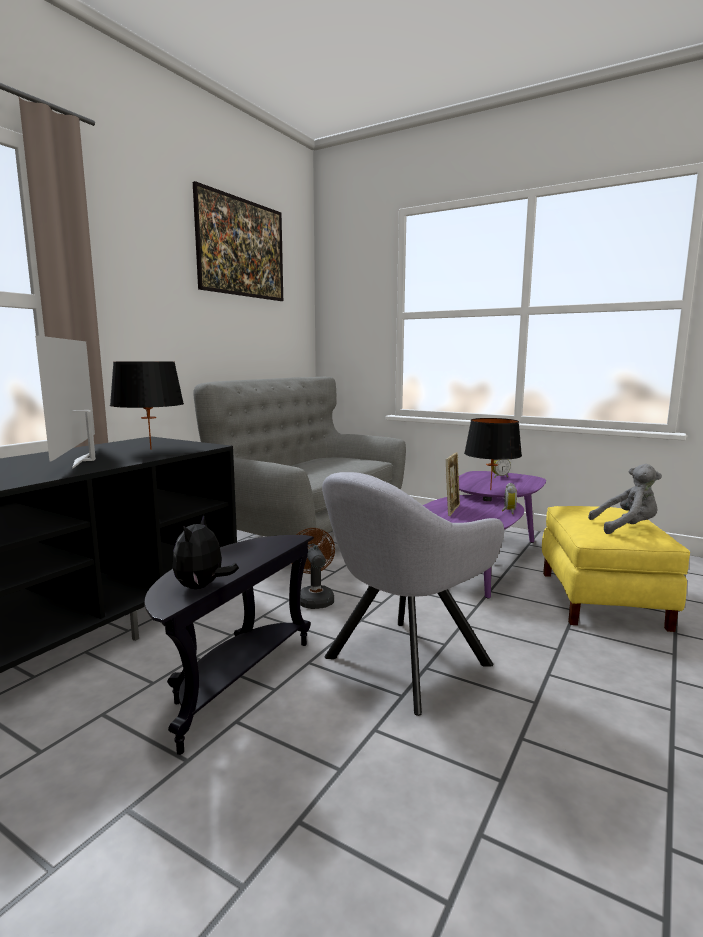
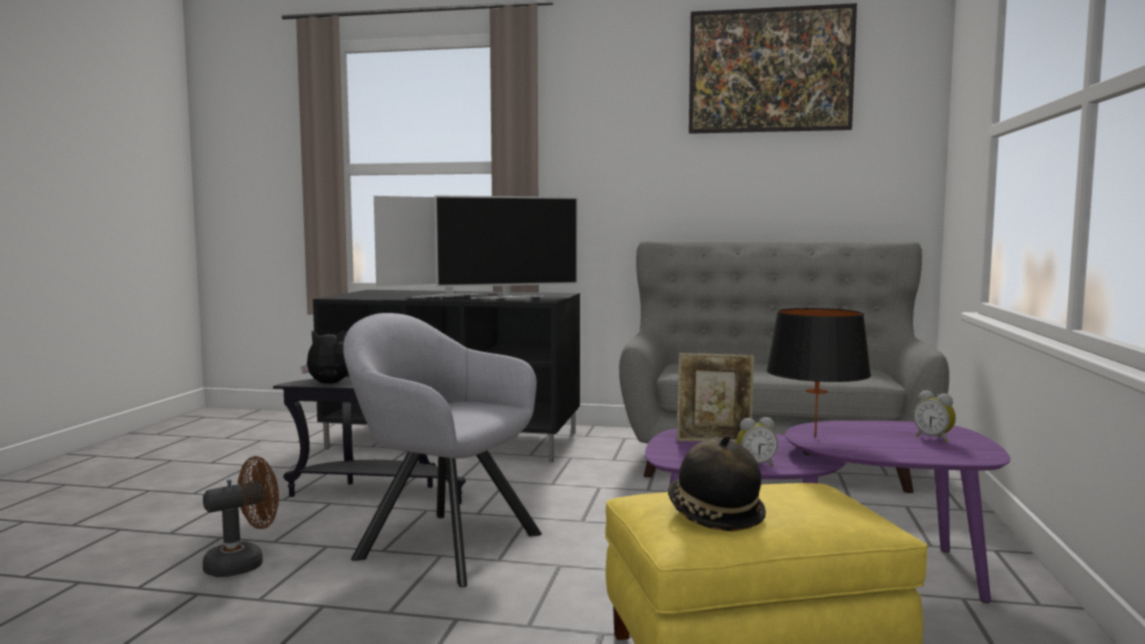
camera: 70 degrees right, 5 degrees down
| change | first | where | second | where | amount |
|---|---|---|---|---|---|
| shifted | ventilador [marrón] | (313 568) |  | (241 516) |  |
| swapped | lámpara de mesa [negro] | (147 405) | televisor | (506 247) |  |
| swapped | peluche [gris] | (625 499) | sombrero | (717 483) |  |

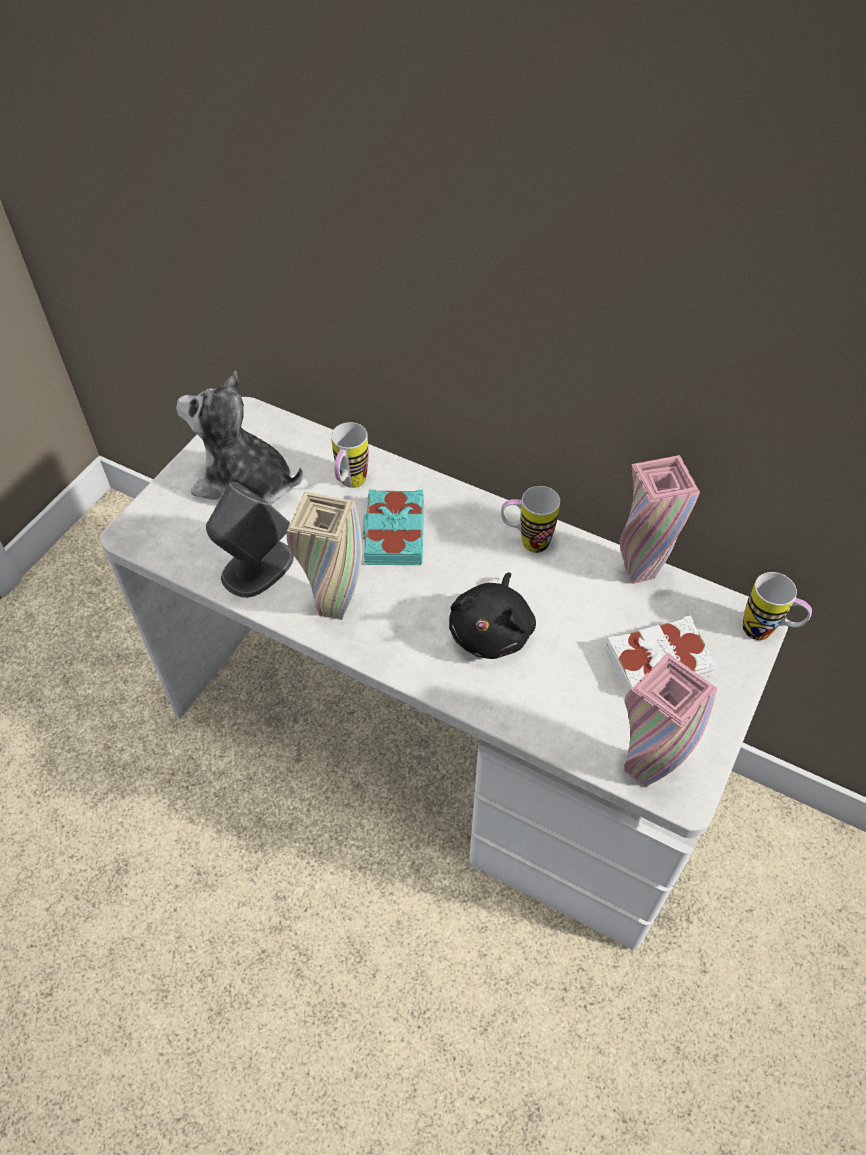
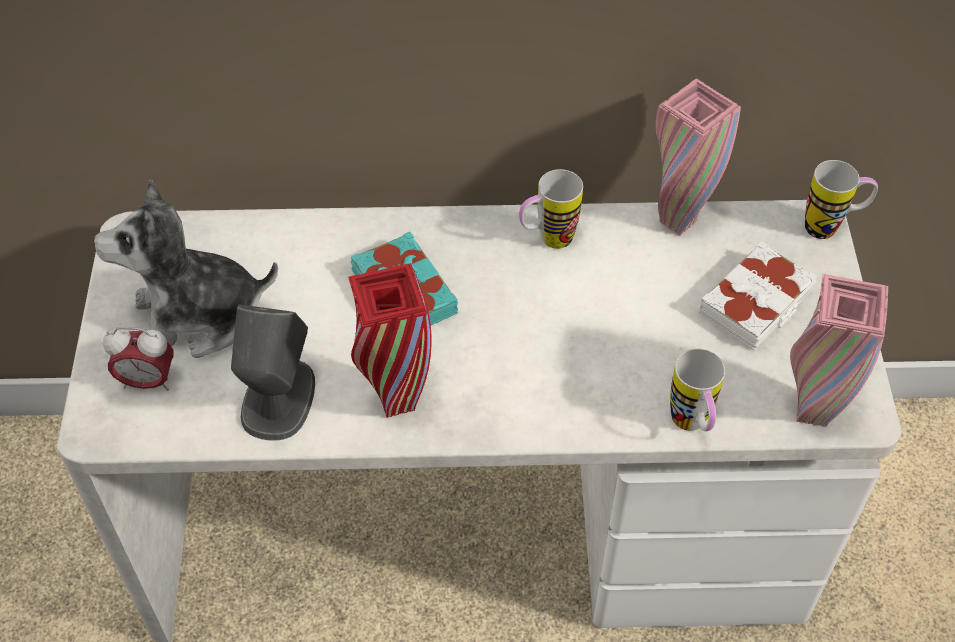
camera: 30 degrees left, 0 degrees up
| change | first | where | second | where | amount |
|---|---|---|---|---|---|
| new |  |  | despertador | (138 359) |  |
| repainted | florero [beis] | (324 556) | florero [rojo] | (390 340) |  |
| shifted | taza grande | (349 455) |  | (697 390) |  |
| gone | peluche [negro] | (492 616) |  |  |  |

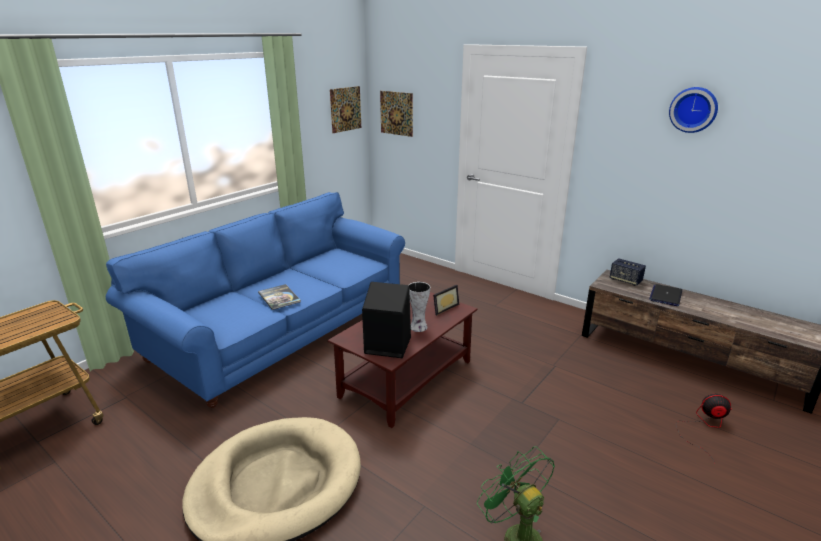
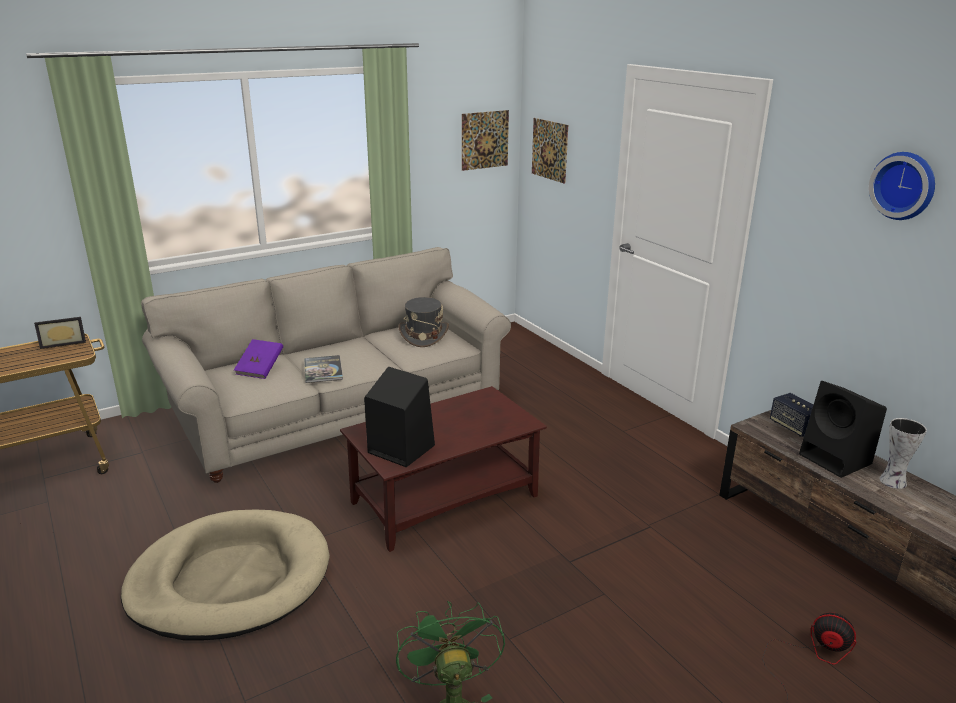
camera: 20 degrees right, 0 degrees up
| change | first | where | second | where | amount |
|---|---|---|---|---|---|
| shifted | portarretratos | (446 300) |  | (60 333) |  |
| repainted | sofá [azul] | (255 300) | sofá [beis] | (326 365) |  |
| new |  |  | libro [morado] | (258 359) |  |
| new |  |  | sombrero [gris] | (423 322) |  |
| swapped | portátil | (665 295) | altavoz [negro] | (843 429) |  |
| shifted | florero | (419 307) |  | (903 453) |  |

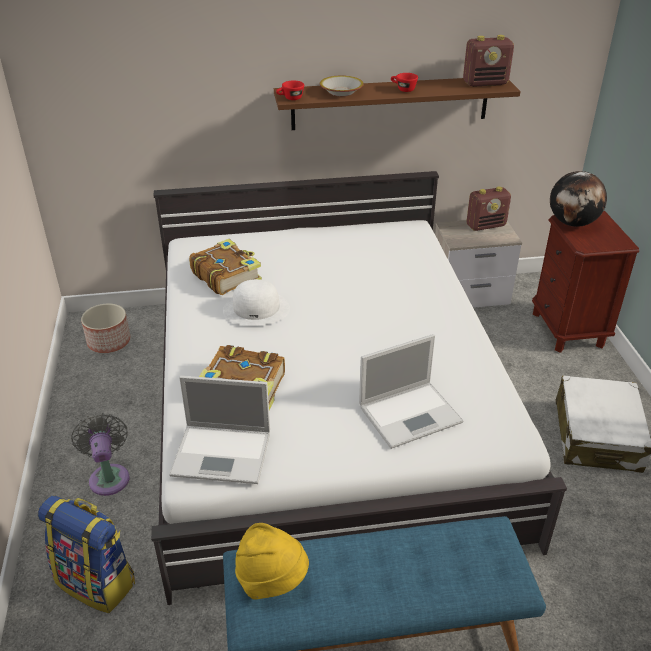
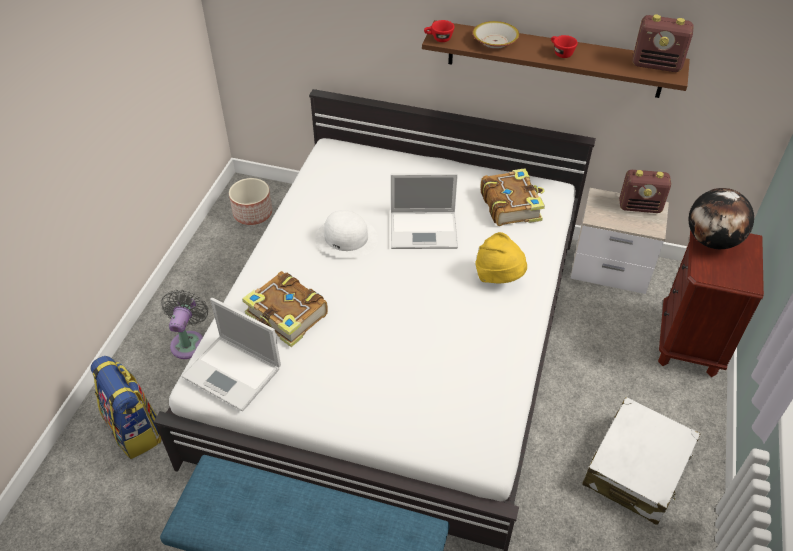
camera: 25 degrees right, 10 degrees up
| change | first | where | second | where | amount |
|---|---|---|---|---|---|
| shifted | portátil | (411 391) |  | (424 211) |  |
| shifted | sombrero [amarillo] | (272 561) |  | (501 257) |  |
| shifted | libro | (225 267) |  | (513 197) |  |

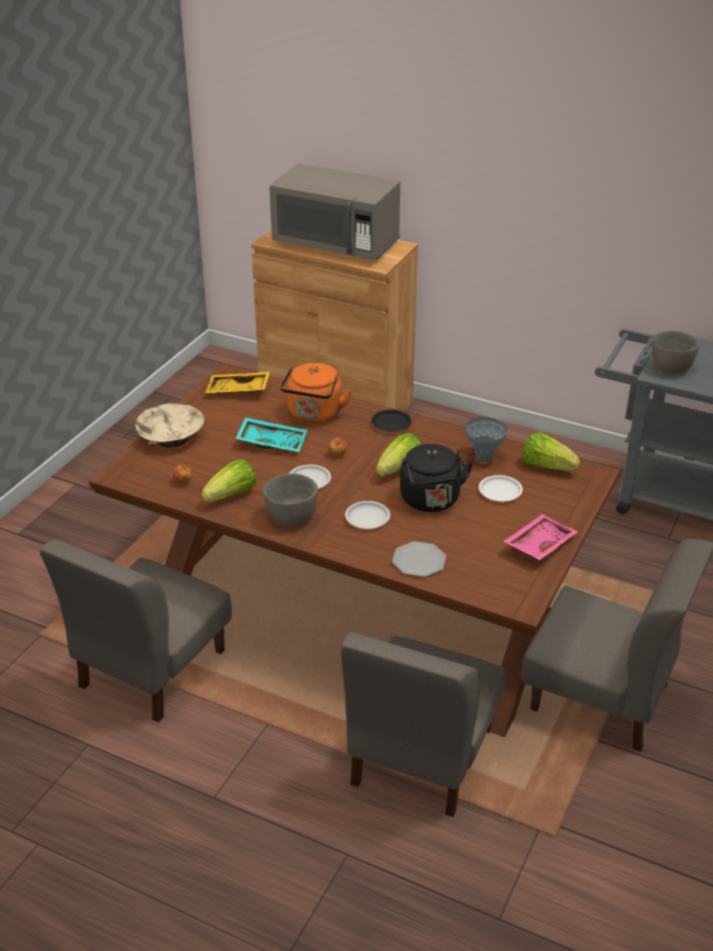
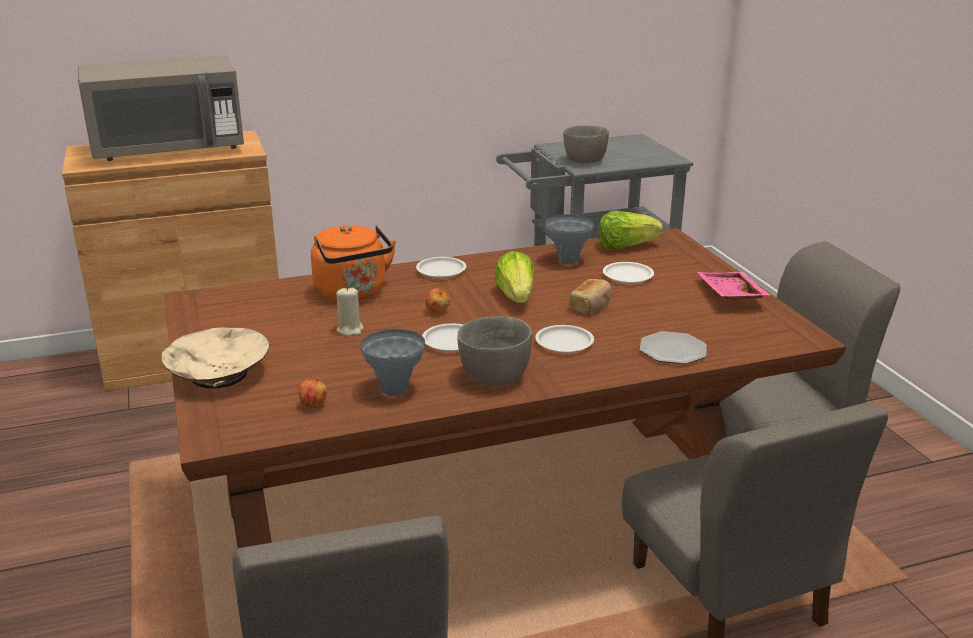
camera: 45 degrees left, 10 degrees down
| change | first | where | second | where | amount |
|---|---|---|---|---|---|
| swapped | bandeja [turquesa] | (271 434) | vela [beis] | (350 311) |  |
| swapped | lechuga | (229 481) | florero [gris] | (393 362) |  |
| repainted | plato [negro] | (391 421) | plato [blanco] | (441 267) |  |
| swapped | hervidor [negro] | (436 478) | pan | (590 297) |  |
| gone | bandeja [amarillo] | (237 382) |  |  |  |

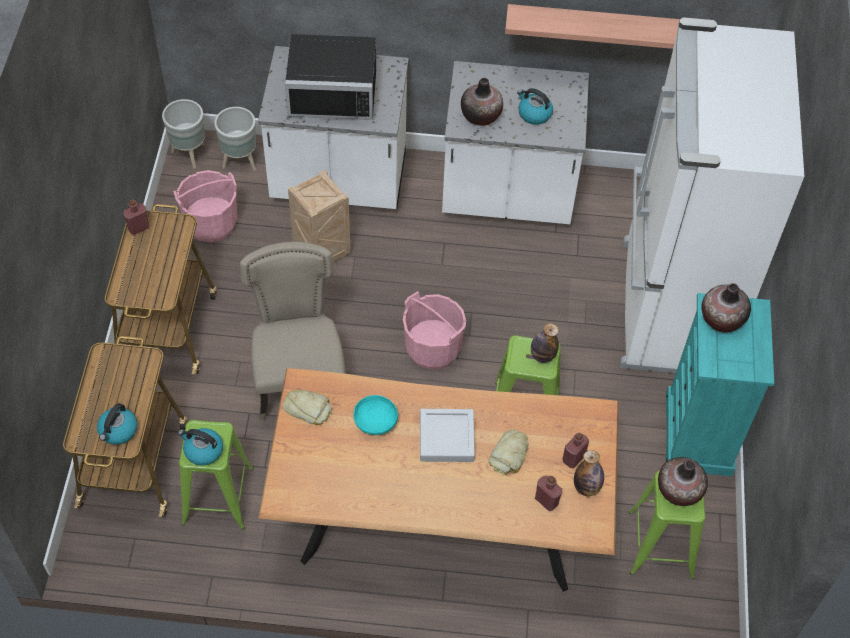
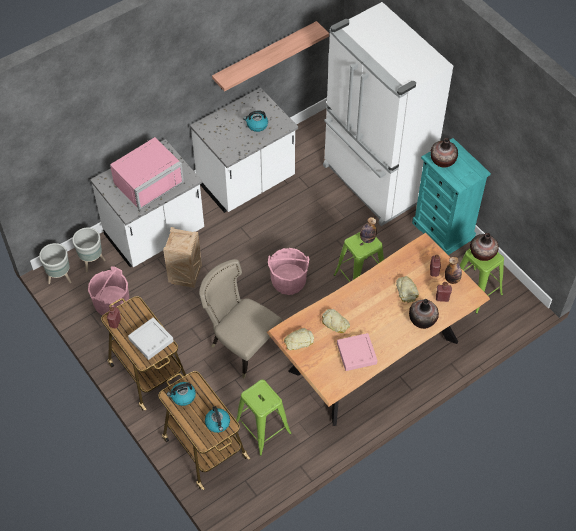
camera: 40 degrees left, 0 degrees up
| change | first | where | second | where | amount |
|---|---|---|---|---|---|
| repainted | microondas [negro] | (330 77) | microondas [rosa] | (147 173) |  |
| shifted | bandeja [gris] | (447 435) |  | (151 339) |  |
| shifted | hervidor | (200 447) |  | (181 394) |  |
| swapped | cuenco [turquesa] | (375 415) | pan | (336 321) |  |
| new |  |  | bandeja [rosa] | (357 352) |  |
| shifted | florero | (482 102) |  | (424 314) |  |

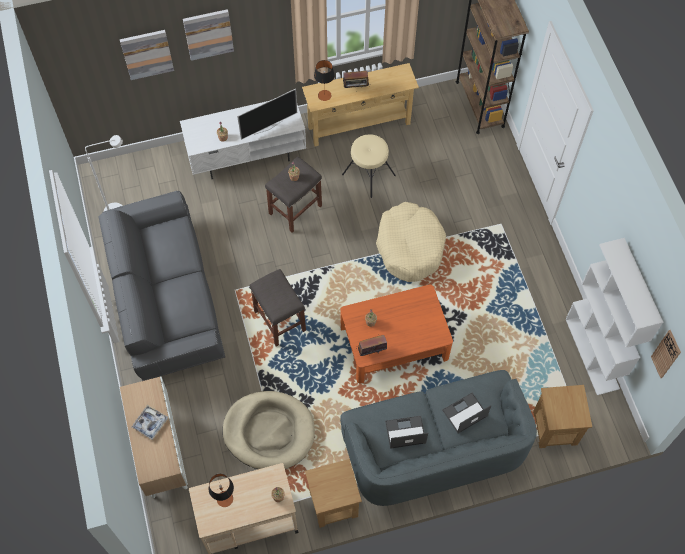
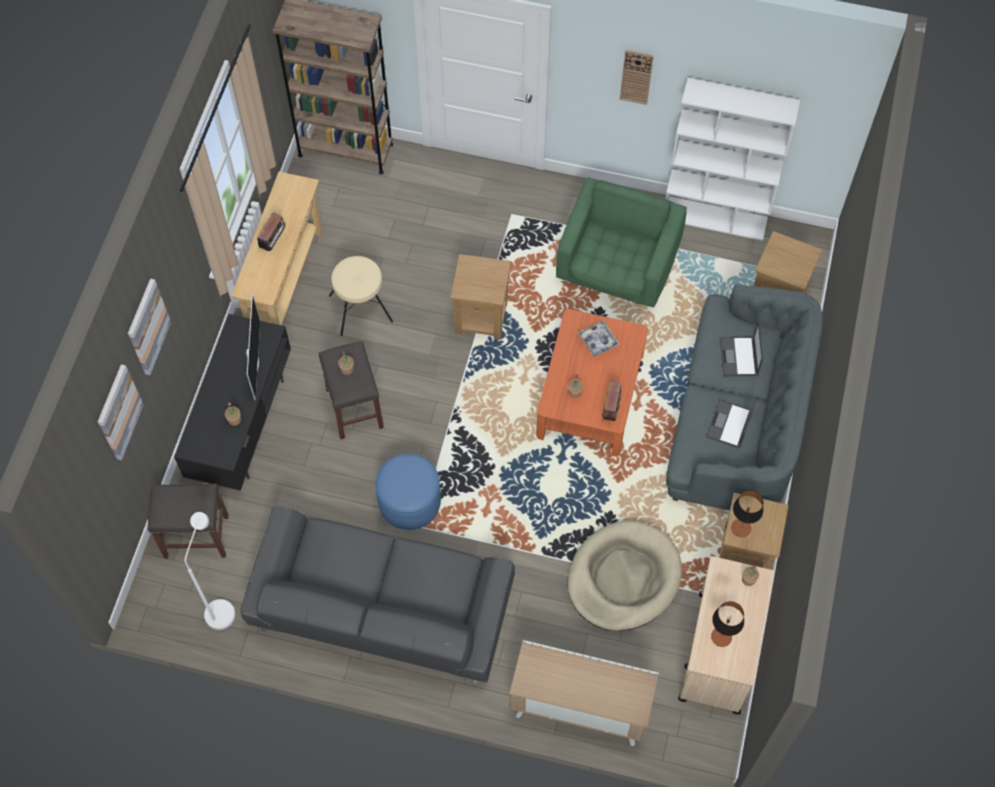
camera: 60 degrees left, 0 degrees up
| change | first | where | second | where | amount |
|---|---|---|---|---|---|
| shifted | taburete [gris] | (278 307) |  | (188 521) |  |
| repainted | mueble de televisión [blanco] | (243 140) | mueble de televisión [negro] | (232 402) |  |
| new |  |  | puf [azul] | (408 492) |  |
| swapped | cama para perro [beis] | (411 242) | mesa auxiliar [marrón] | (480 296) |  |
| new |  |  | sillón [verde] | (621 242) |  |
| shifted | bandeja | (150 422) |  | (598 338) |  |
| shifted | reloj de pared | (666 354) |  | (637 77) |  |
| shifted | lámpara de mesa | (324 80) |  | (747 513) |  |

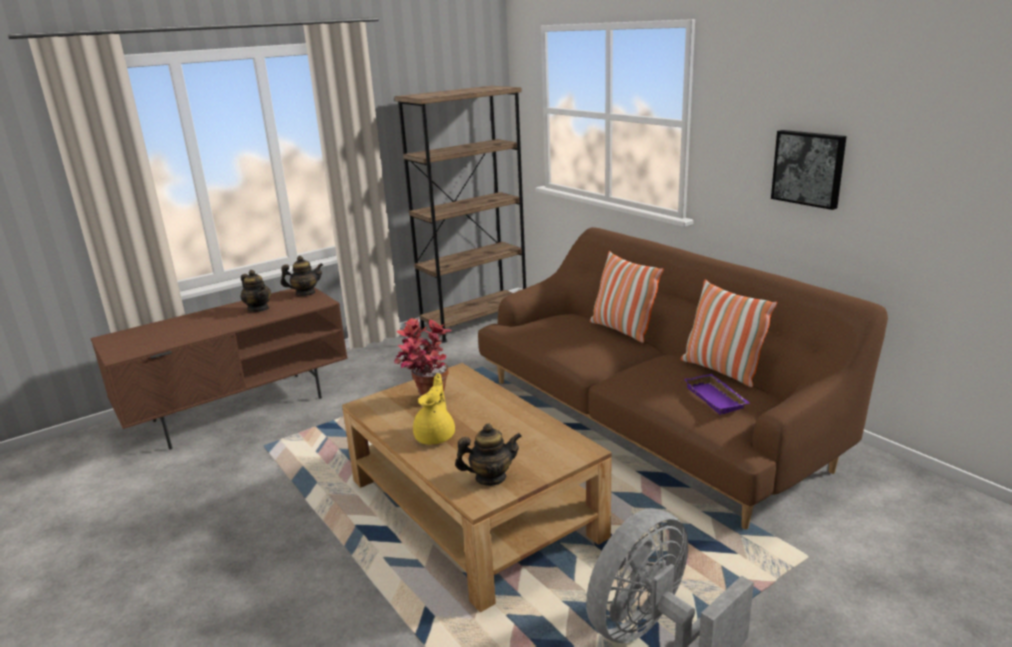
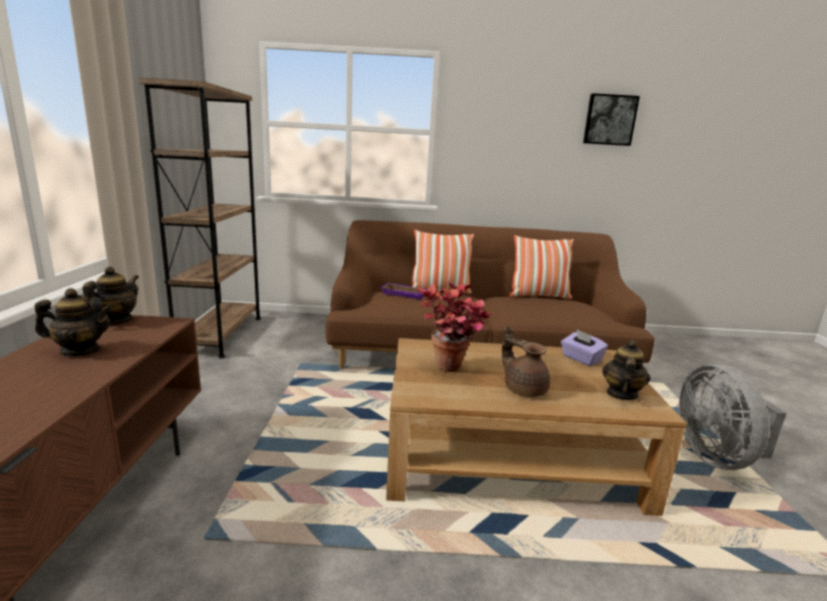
camera: 55 degrees left, 5 degrees down
| change | first | where | second | where | amount |
|---|---|---|---|---|---|
| shifted | bandeja [morado] | (717 394) |  | (403 291) |  |
| repainted | tetera [amarillo] | (434 409) | tetera [marrón] | (526 361) |  |
| new |  |  | caja de pañuelos [morado] | (584 348) |  |
| shifted | cuadro | (809 170) |  | (611 119) |  |

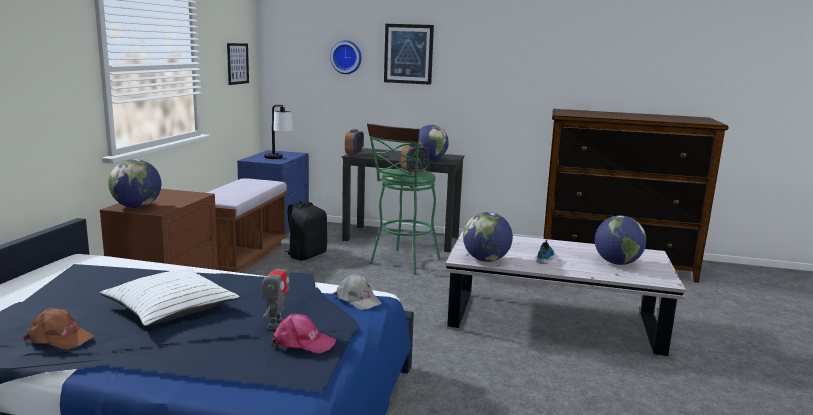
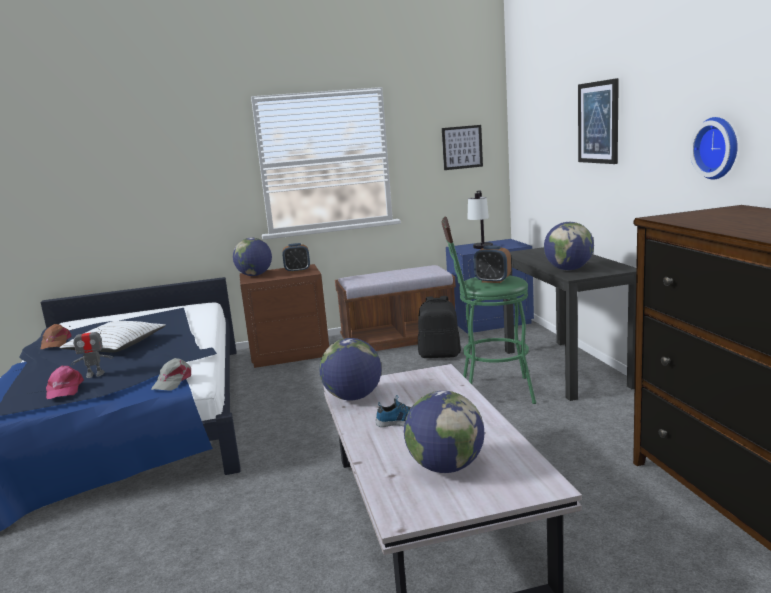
camera: 65 degrees right, 0 degrees up
| change | first | where | second | where | amount |
|---|---|---|---|---|---|
| shifted | despertador | (354 142) |  | (296 258) |  |
| shifted | reloj de pared | (345 57) |  | (714 148) |  |

